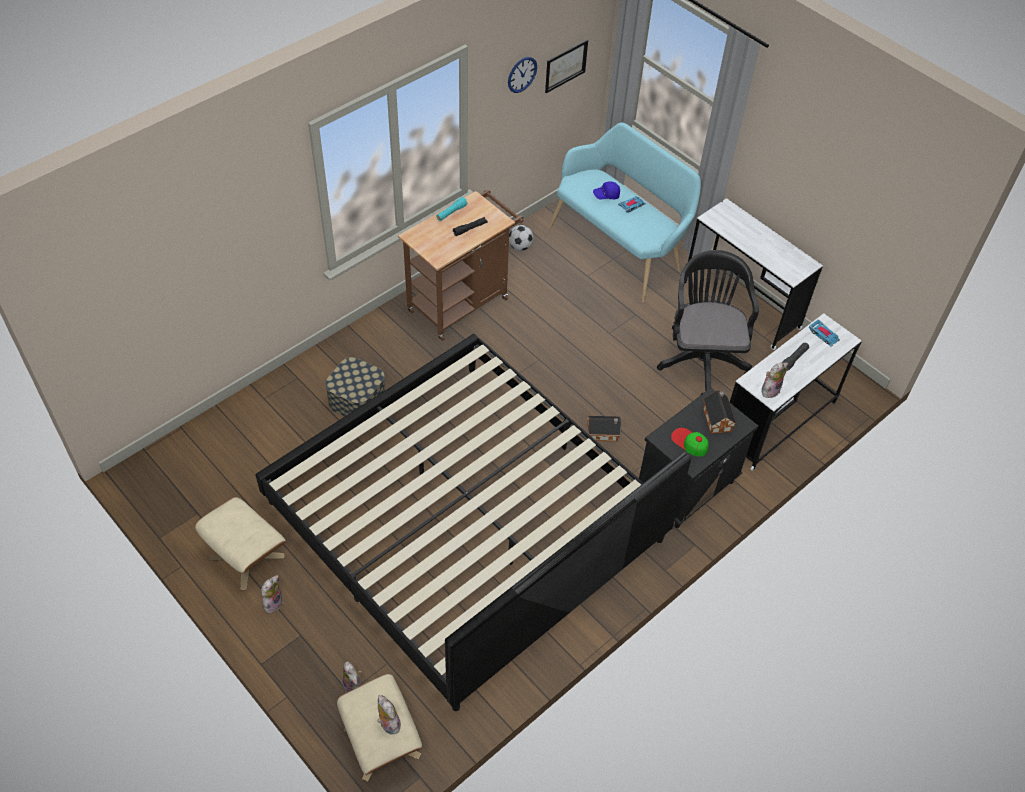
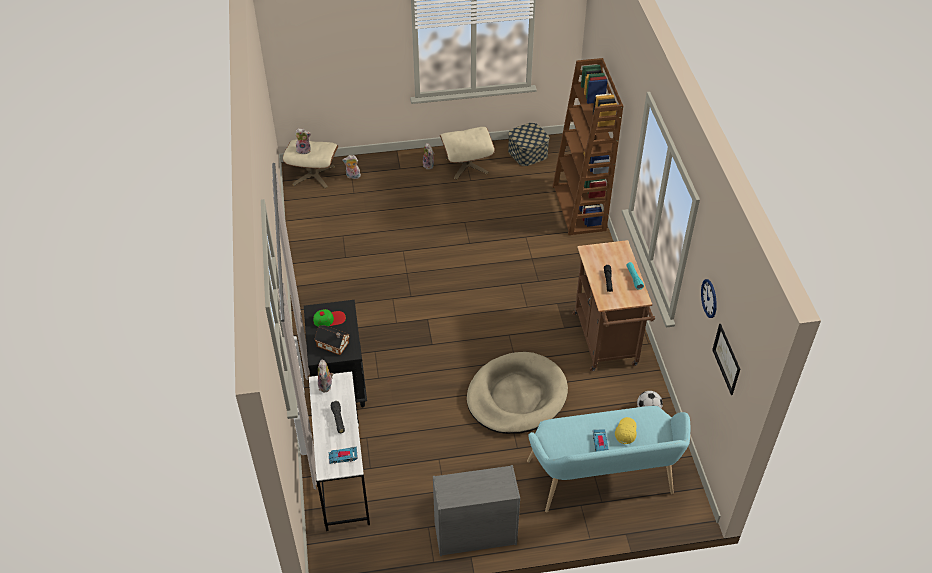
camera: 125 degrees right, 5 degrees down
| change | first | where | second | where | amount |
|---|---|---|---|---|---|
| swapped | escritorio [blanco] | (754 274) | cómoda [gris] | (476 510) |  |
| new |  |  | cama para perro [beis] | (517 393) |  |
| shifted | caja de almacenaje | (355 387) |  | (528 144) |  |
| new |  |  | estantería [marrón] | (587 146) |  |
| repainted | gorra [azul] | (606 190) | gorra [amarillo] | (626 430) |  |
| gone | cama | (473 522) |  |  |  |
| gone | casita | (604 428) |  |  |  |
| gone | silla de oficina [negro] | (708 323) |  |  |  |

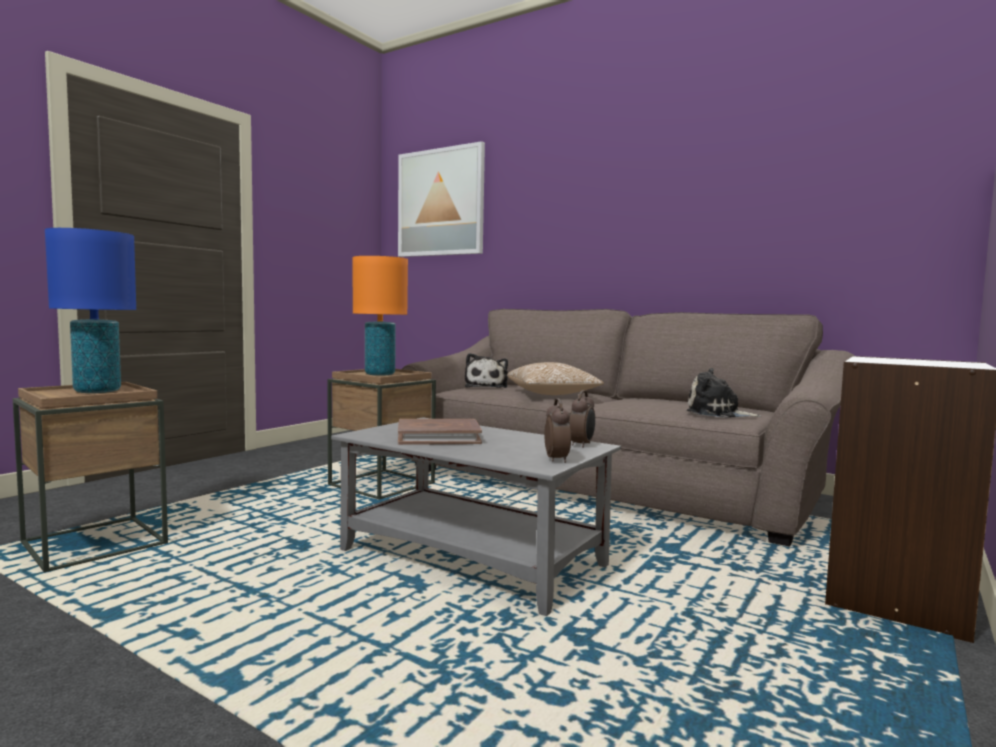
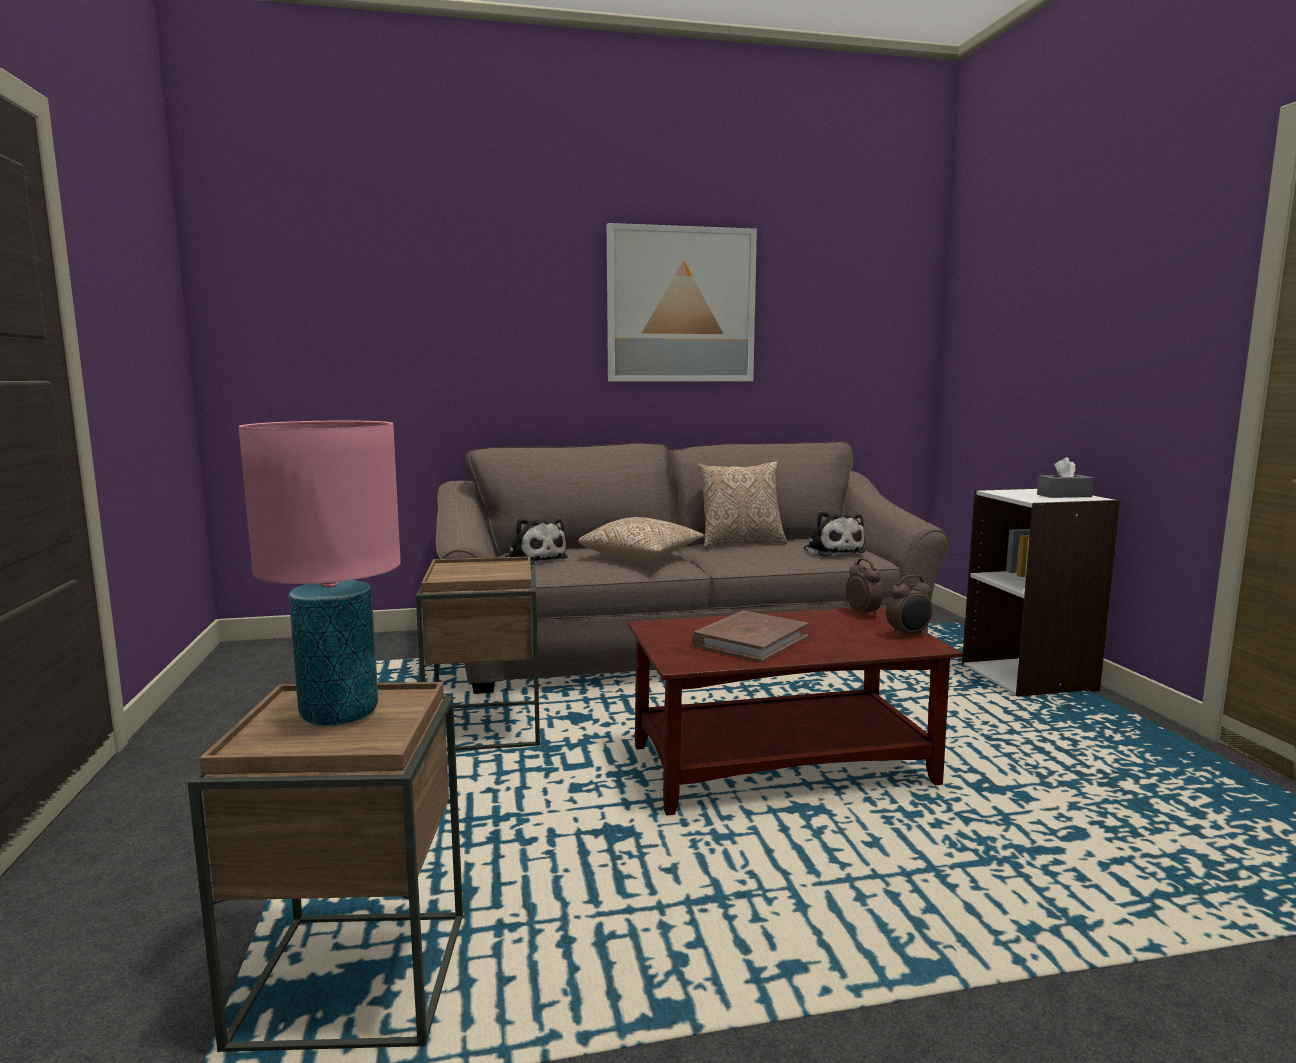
camera: 45 degrees left, 5 degrees up
| change | first | where | second | where | amount |
|---|---|---|---|---|---|
| repainted | lámpara de mesa [azul] | (90 310) | lámpara de mesa [rosa] | (320 573) |  |
| shifted | cuadro | (441 199) |  | (682 302) |  |
| repainted | mesa de centro [gris] | (476 516) | mesa de centro [marrón] | (795 711) |  |
| new |  |  | cojín | (742 504) |  |
| rotated | peluche | (724 393) |  | (834 533) | 90 degrees counterclockwise |
| rotated | despertador | (557 430) |  | (909 606) | 120 degrees clockwise |
| new |  |  | caja de pañuelos [gris] | (1065 477) |  |
| gone | lámpara de mesa [naranja] | (380 316) |  |  |  |

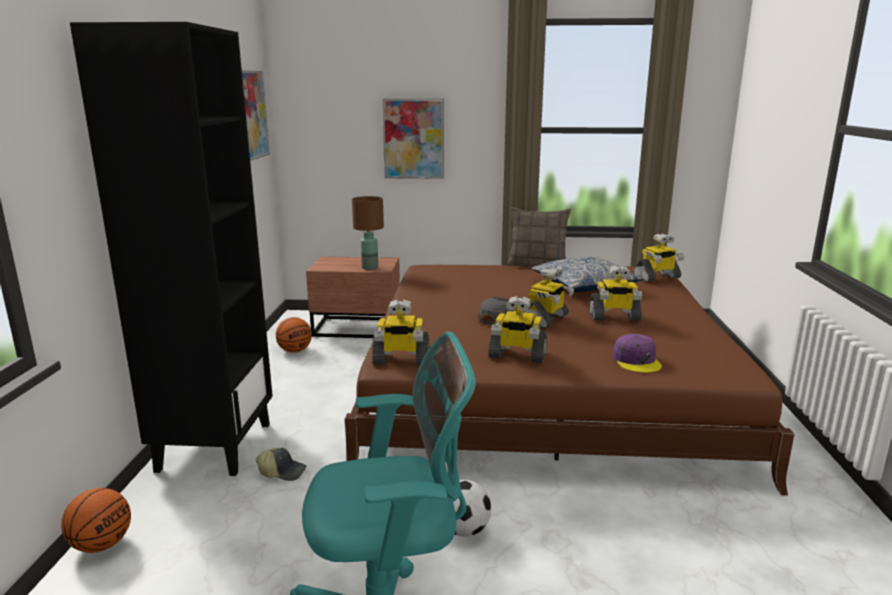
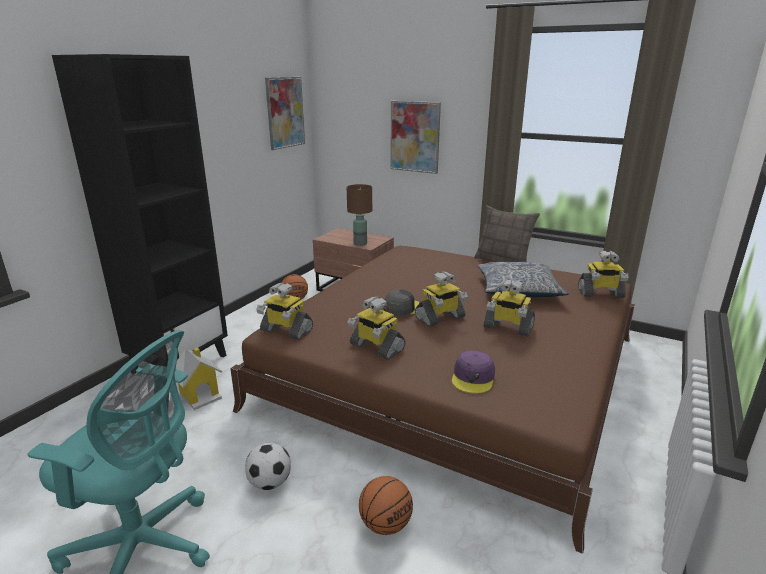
camera: 25 degrees right, 5 degrees up
| change | first | where | second | where | amount |
|---|---|---|---|---|---|
| swapped | gorra | (281 464) | casita | (199 379) |  |
| shifted | balón de baloncesto | (96 520) |  | (386 505) |  |

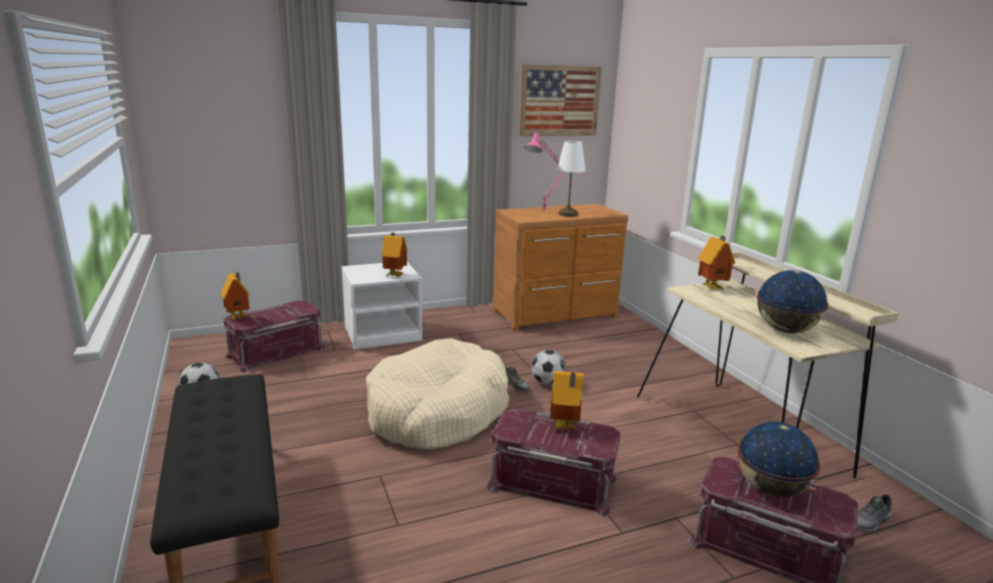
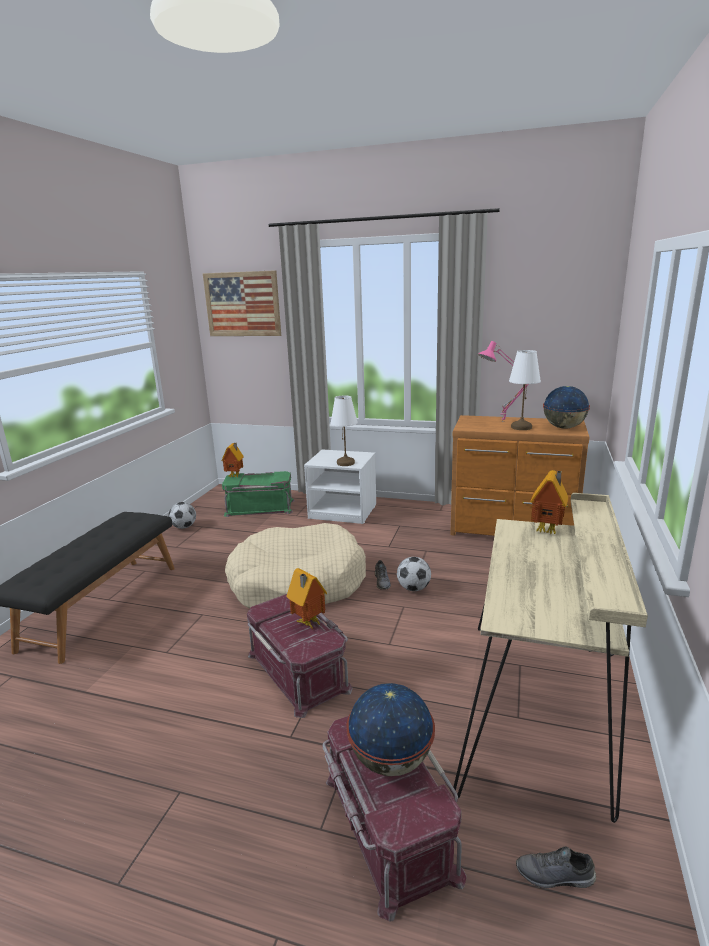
camera: 40 degrees right, 0 degrees up
| change | first | where | second | where | amount |
|---|---|---|---|---|---|
| shifted | cuadro | (560 100) |  | (242 303) |  |
| repainted | caja de almacenaje [rojo] | (274 336) | caja de almacenaje [verde] | (258 494) |  |
| swapped | casita | (394 255) | lámpara de mesa [blanco] | (344 430) |  |
| shifted | globo terráqueo | (792 301) |  | (566 407) |  |

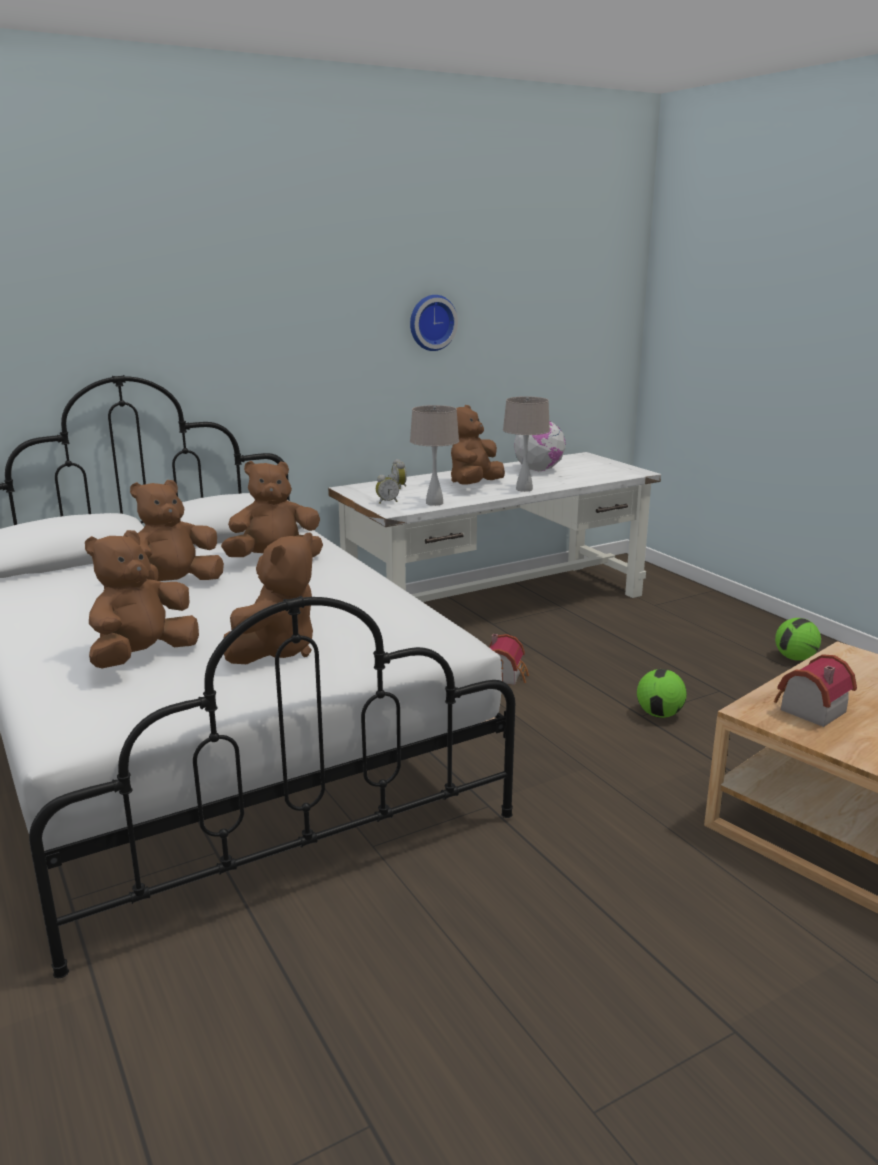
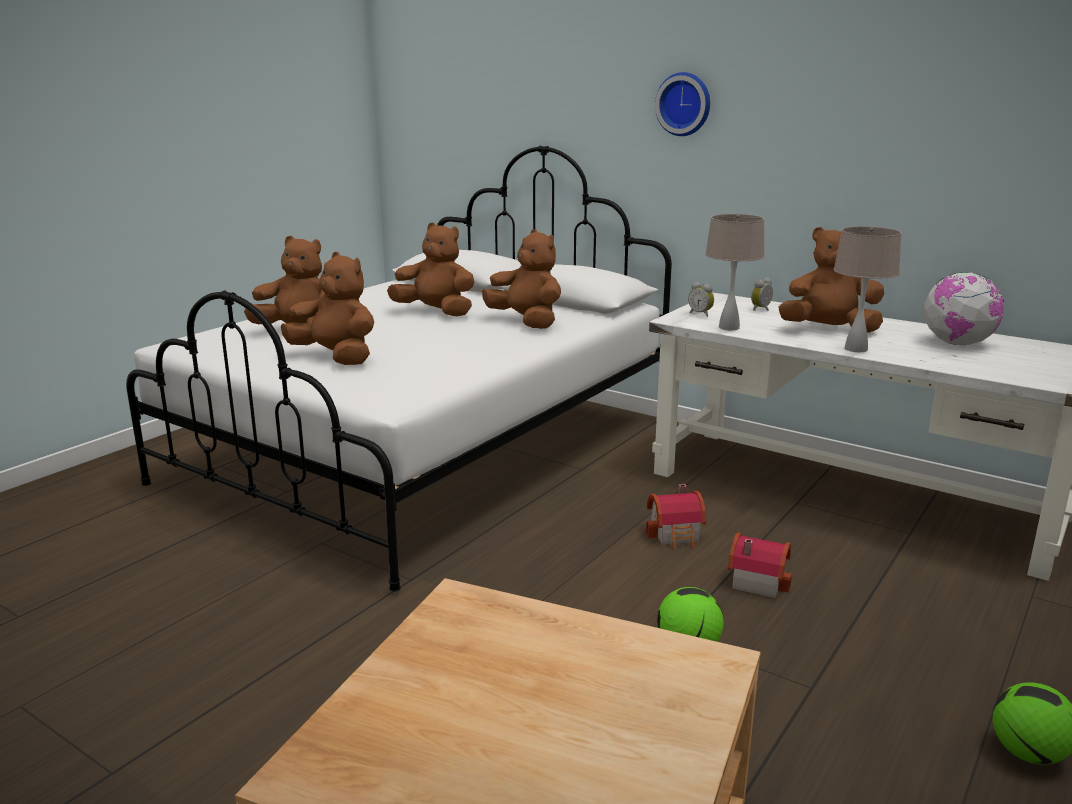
camera: 65 degrees right, 0 degrees up
| change | first | where | second | where | amount |
|---|---|---|---|---|---|
| rotated | peluche [marrón] | (268 598) |  | (327 308) | 150 degrees counterclockwise |
| shifted | reloj de pared | (434 323) |  | (682 104) |  |
| shifted | casita | (815 690) |  | (760 565) |  |

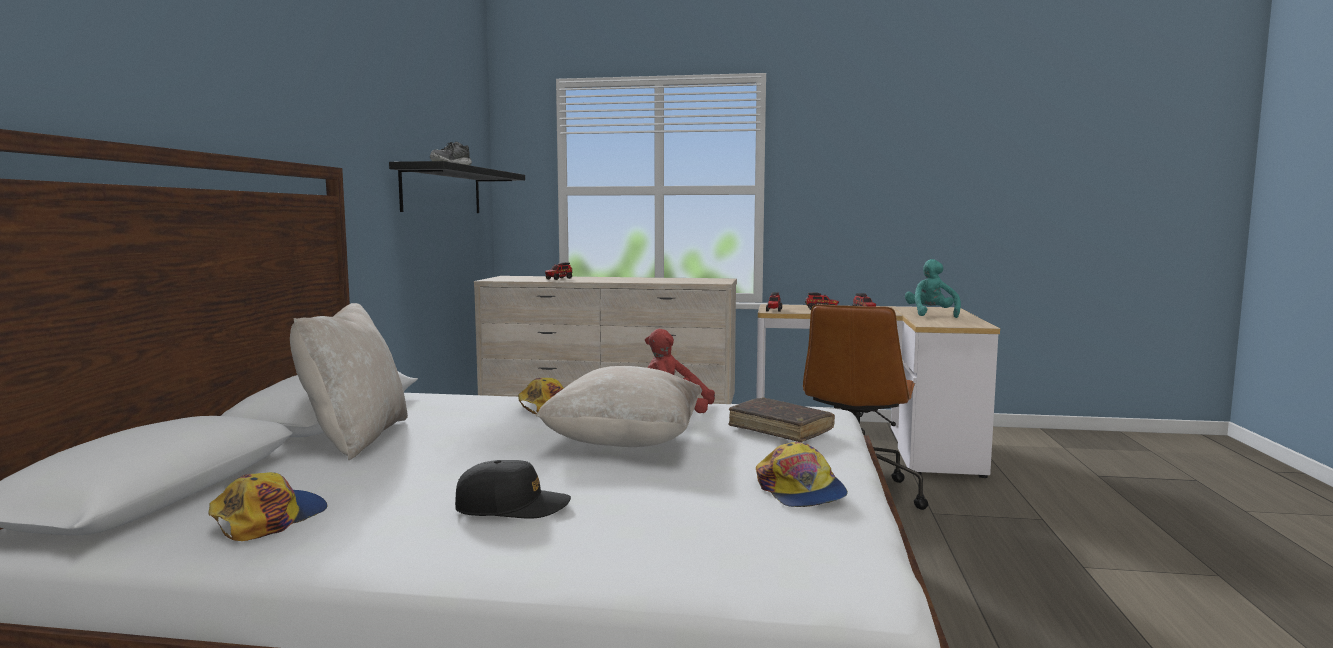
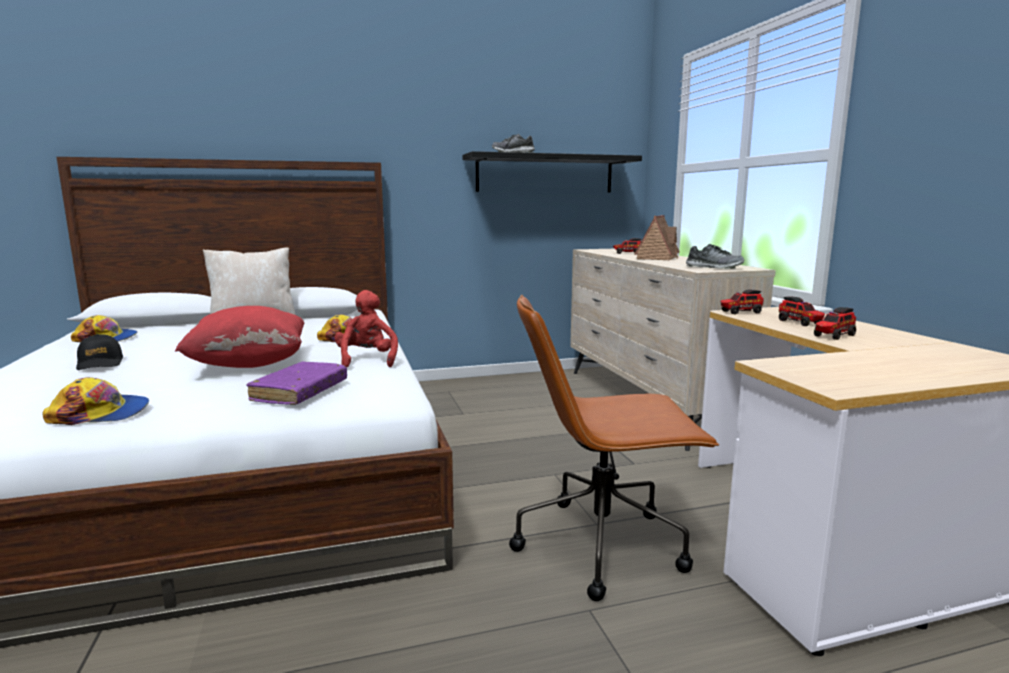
camera: 65 degrees right, 5 degrees up
| change | first | where | second | where | amount |
|---|---|---|---|---|---|
| rotated | gorra | (802 474) |  | (95 401) | 150 degrees counterclockwise |
| repainted | cojín [beis] | (619 406) | cojín [rojo] | (240 337) |  |
| repainted | libro [marrón] | (781 419) | libro [morado] | (297 383) |  |
| new |  |  | casita | (657 237) |  |
| new |  |  | zapato | (715 256) |  |
| gone | peluche [turquesa] | (933 288) |  |  |  |

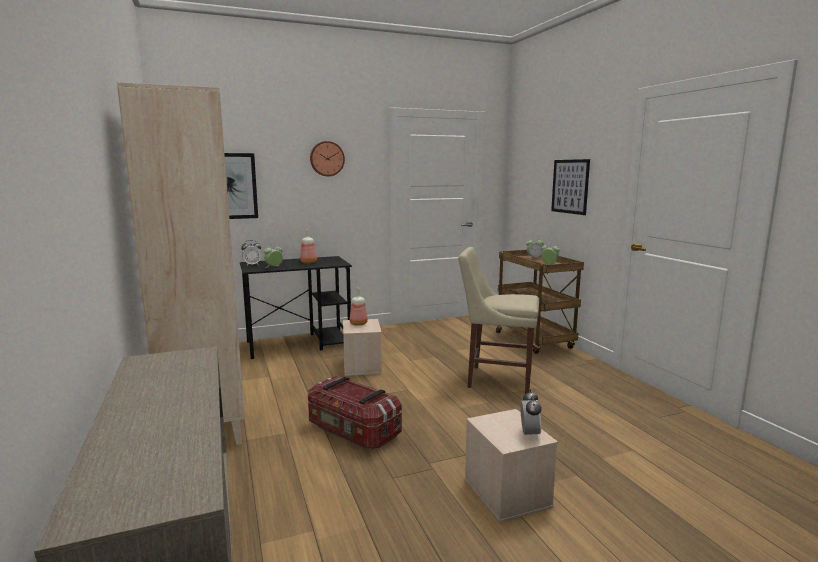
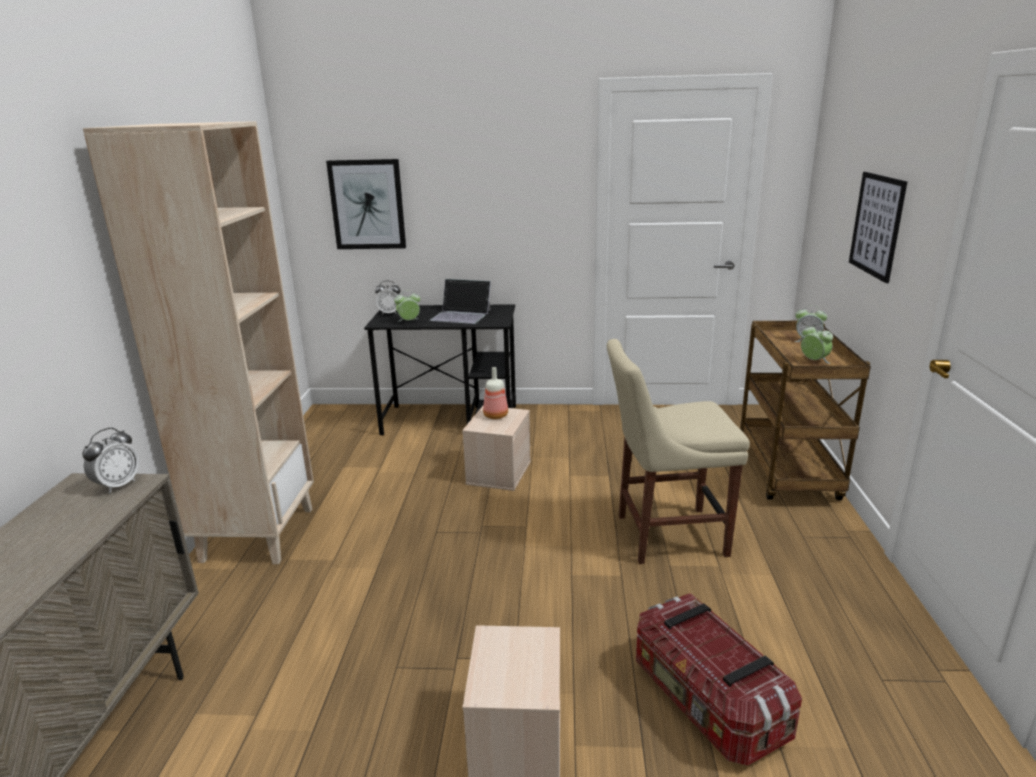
camera: 25 degrees right, 10 degrees up
| change | first | where | second | where | amount |
|---|---|---|---|---|---|
| shifted | despertador | (531 414) |  | (110 460) |  |
| swapped | botella | (308 246) | portátil | (460 301) |  |
| rotated | silla [beis] | (498 320) |  | (678 451) | 45 degrees counterclockwise |
| shifted | caja de almacenaje | (355 412) |  | (719 679) |  |
| gone | reloj de pared | (327 158) |  |  |  |

